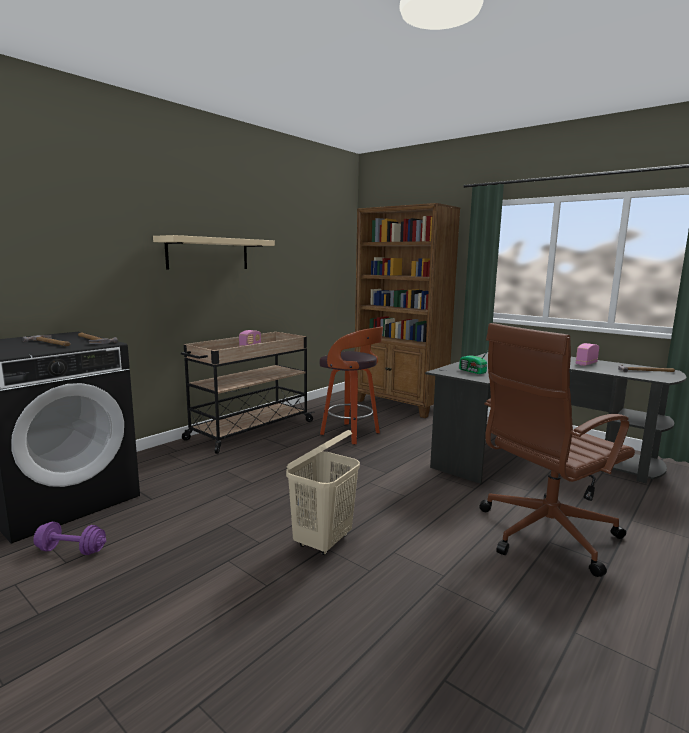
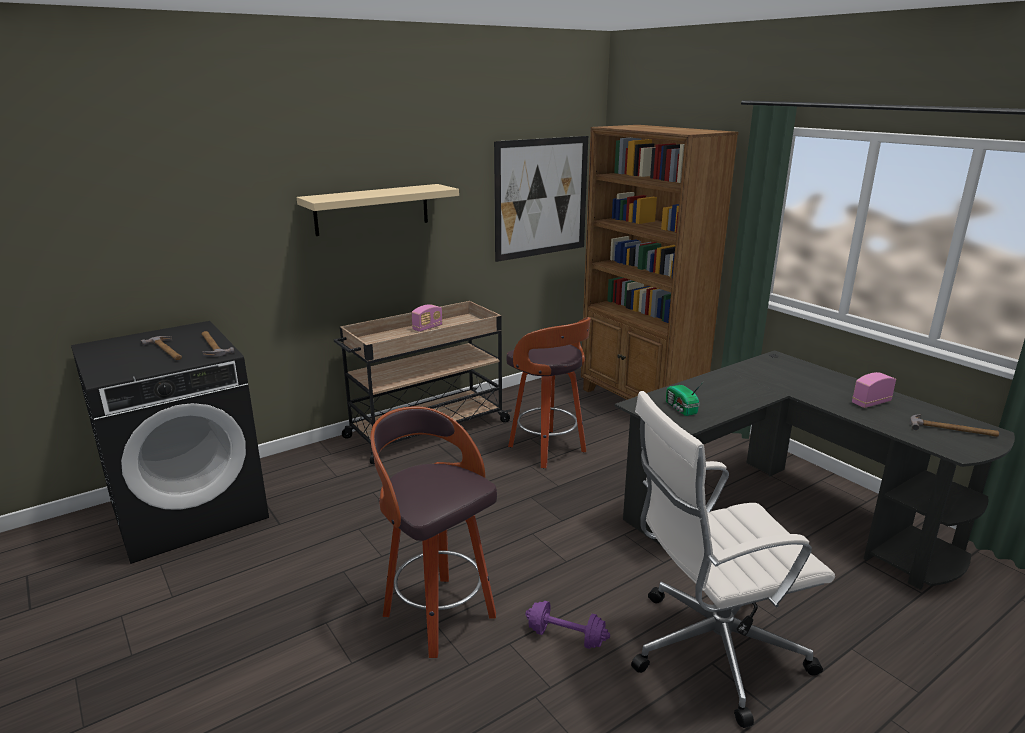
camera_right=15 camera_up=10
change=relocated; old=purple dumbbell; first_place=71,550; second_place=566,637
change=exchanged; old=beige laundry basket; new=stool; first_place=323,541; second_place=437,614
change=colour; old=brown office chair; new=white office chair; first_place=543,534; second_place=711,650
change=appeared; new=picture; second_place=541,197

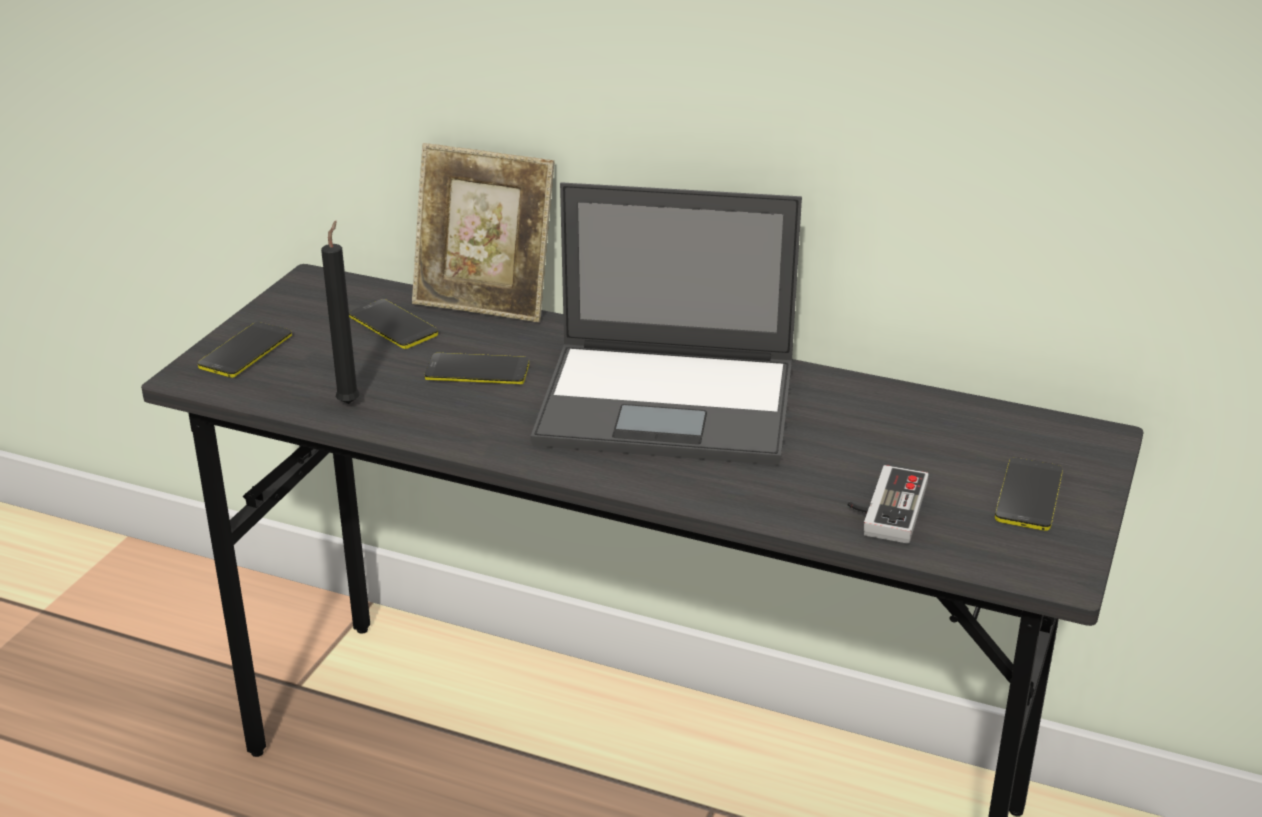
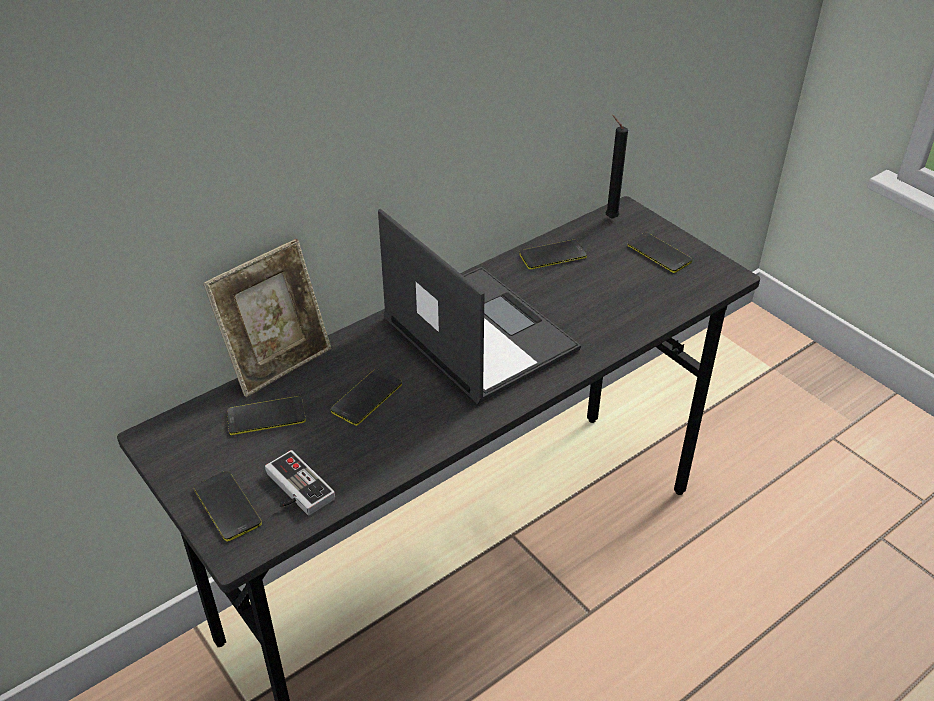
camera_right=-60 camera_up=10
change=relocated; old=black candle; first_place=350,401; second_place=609,217
change=spun; old=laptop; first_place=670,403; second_place=477,332; degrees=-75
change=relocated; old=game controller; first_place=884,508; second_place=293,490
change=appeared; new=phone; second_place=553,255

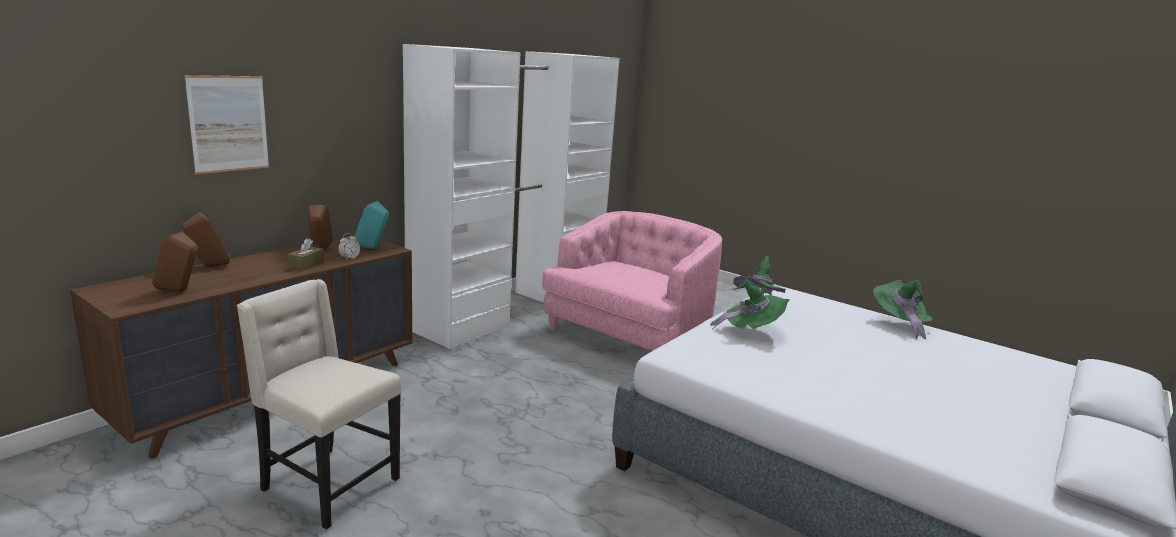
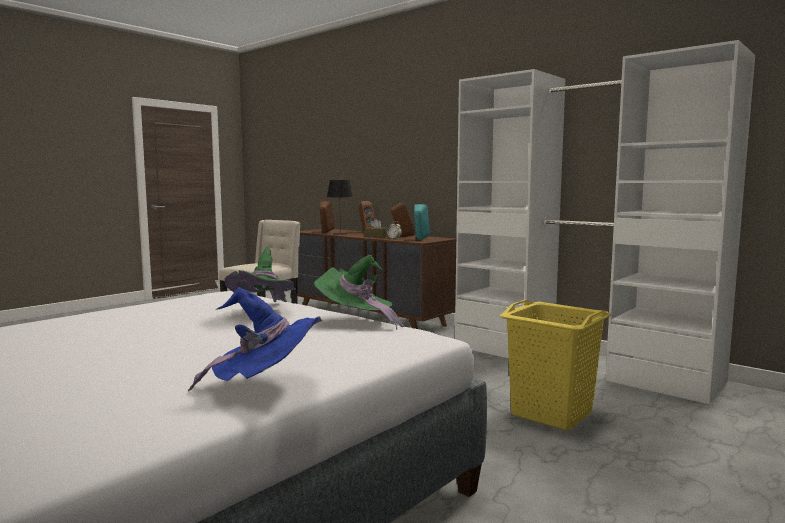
camera_right=95 camera_up=-10
change=missing; old=picture; first_place=228,124
change=exchanged; old=pink armchair; new=yellow laundry basket; first_place=628,334; second_place=551,414
change=colour; old=green hat; new=blue hat; first_place=899,323; second_place=266,386
change=appeared; new=black table lamp; second_place=340,234

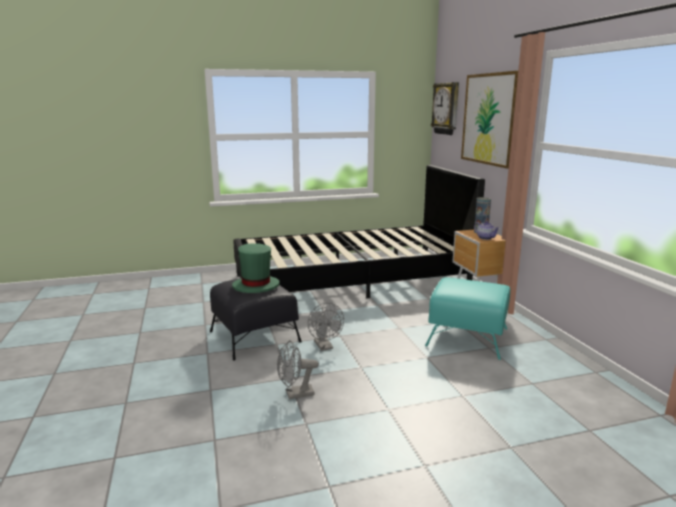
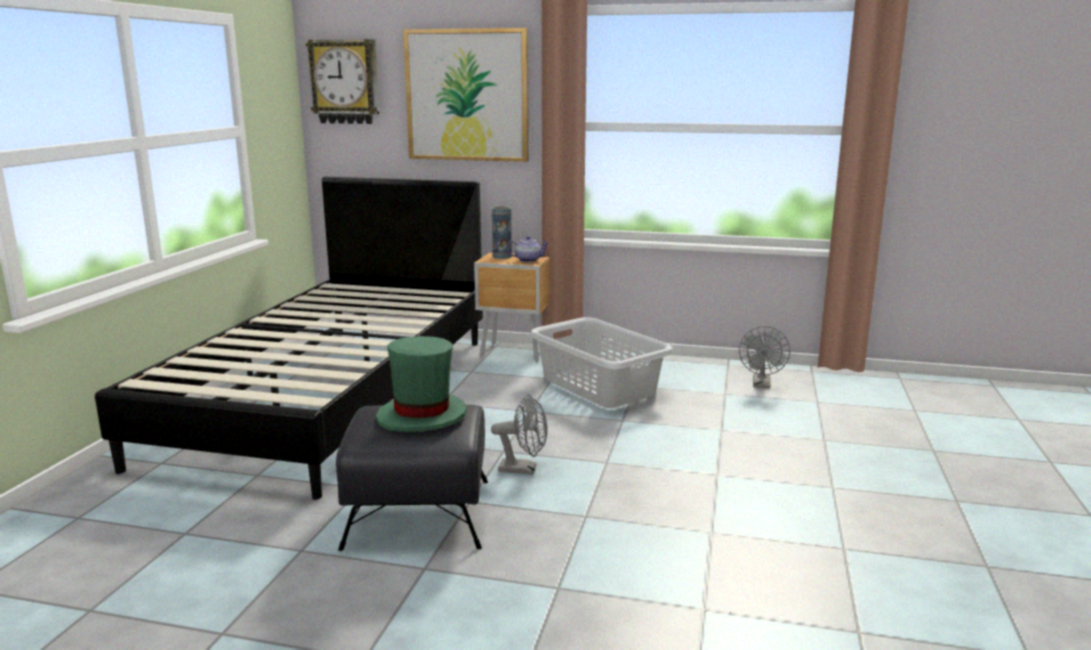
camera_right=-60 camera_up=0
change=relocated; old=grey fan; first_place=295,394; second_place=761,385
change=exchanged; old=turquoise ottoman; new=grey laundry basket; first_place=467,336; second_place=598,386

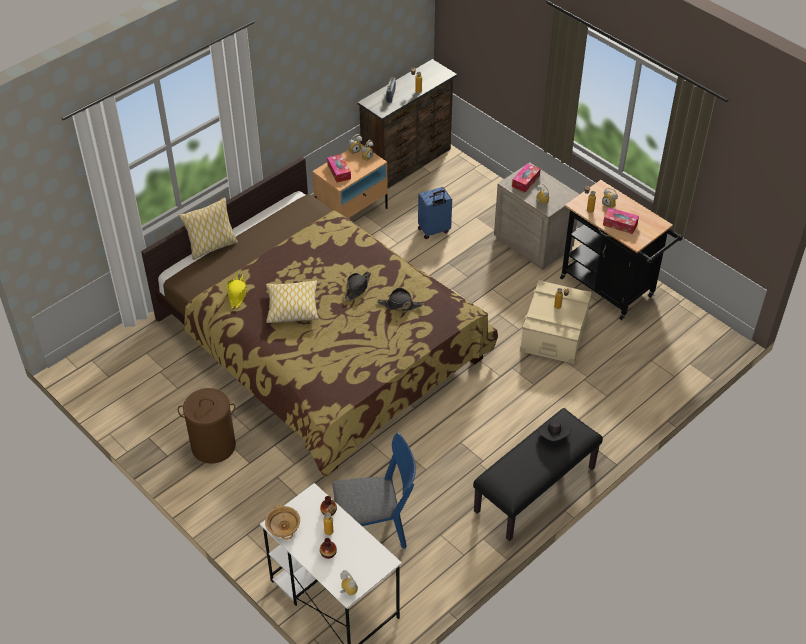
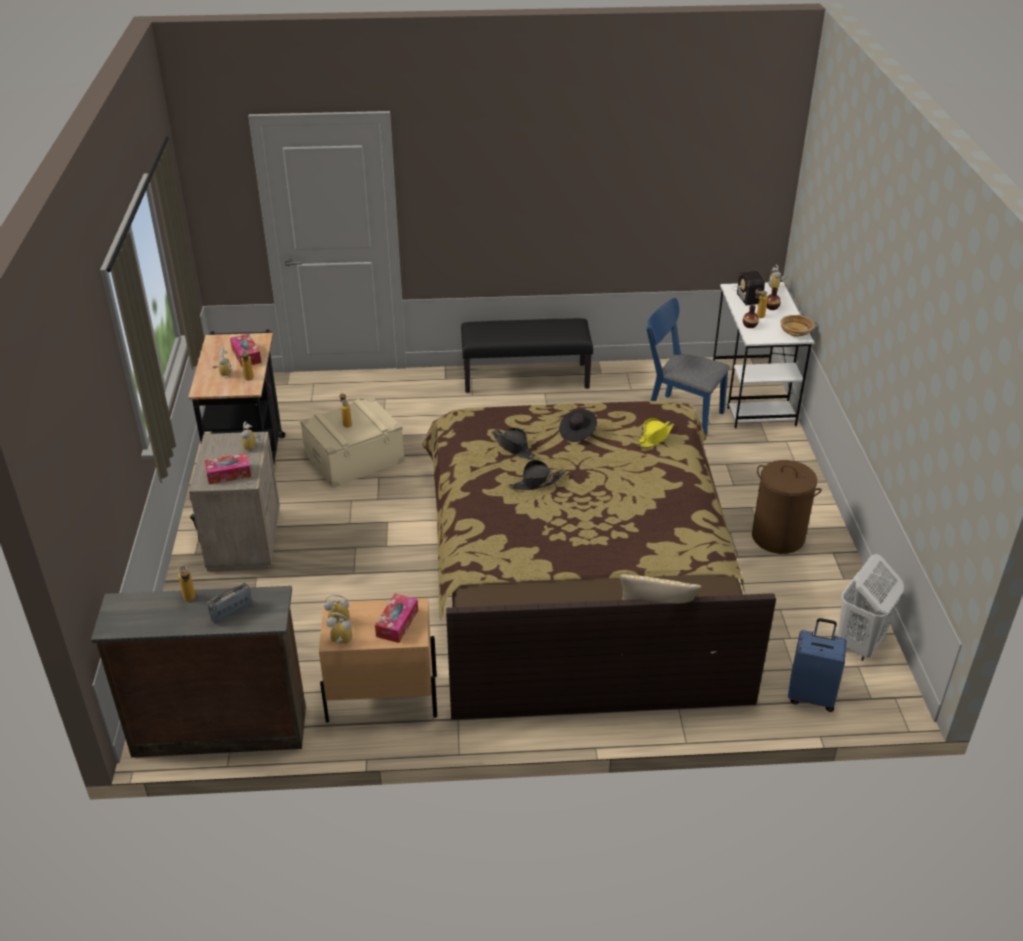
camera_right=-140 camera_up=-10
change=relocated; old=yellow hat; first_place=237,294; second_place=654,437
change=missing; old=pillow; first_place=292,307
change=relocated; old=blue suitcase; first_place=434,231; second_place=811,696
change=relocated; old=black hat; first_place=553,436; second_place=577,433
change=appeared; new=radio; second_place=747,294
change=appeared; new=white laundry basket; second_place=859,644

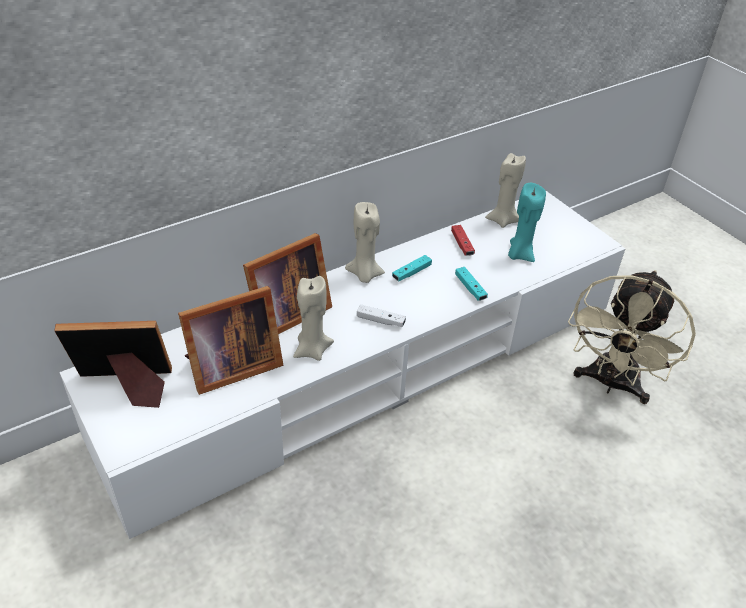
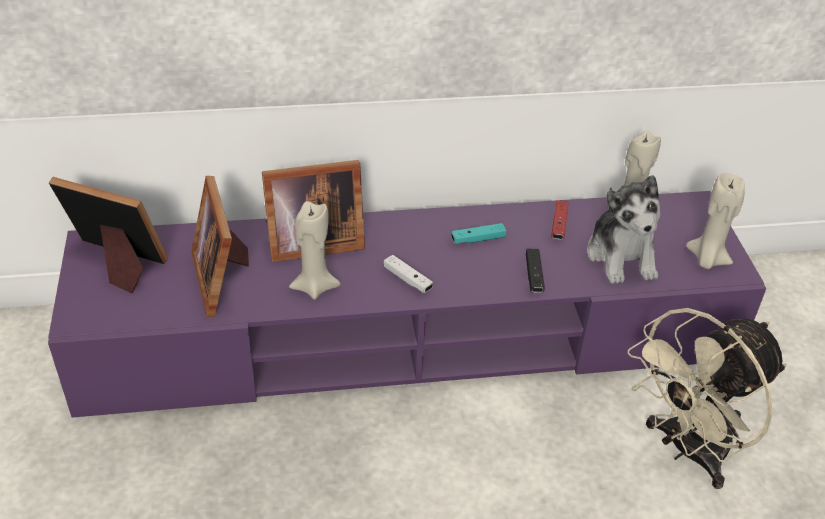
camera_right=25 camera_up=0
change=colour; old=white tv stand; new=purple tv stand; first_place=371,369; second_place=410,337
change=spun; old=picture frame; first_place=230,367; second_place=223,277; degrees=75
change=relocated; old=beige candle; first_place=364,275; second_place=707,259
change=colour; old=turquoise game controller; new=black game controller; first_place=470,288; second_place=534,276
change=exchanged; old=turquoise candle; new=plush toy; first_place=519,254; second_place=621,256

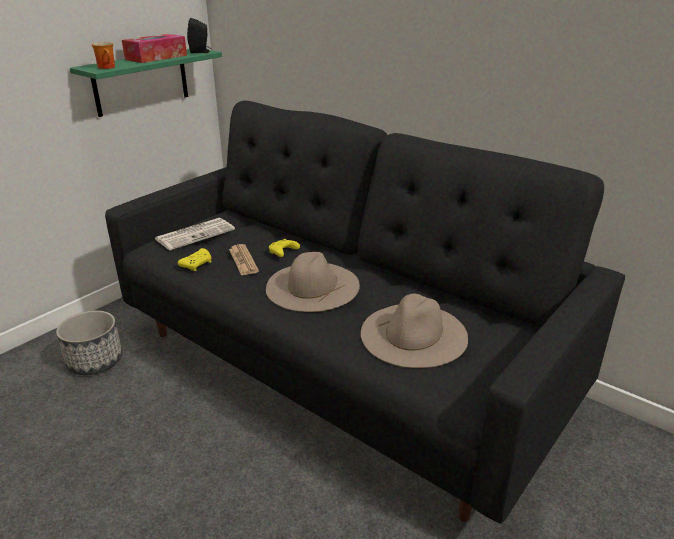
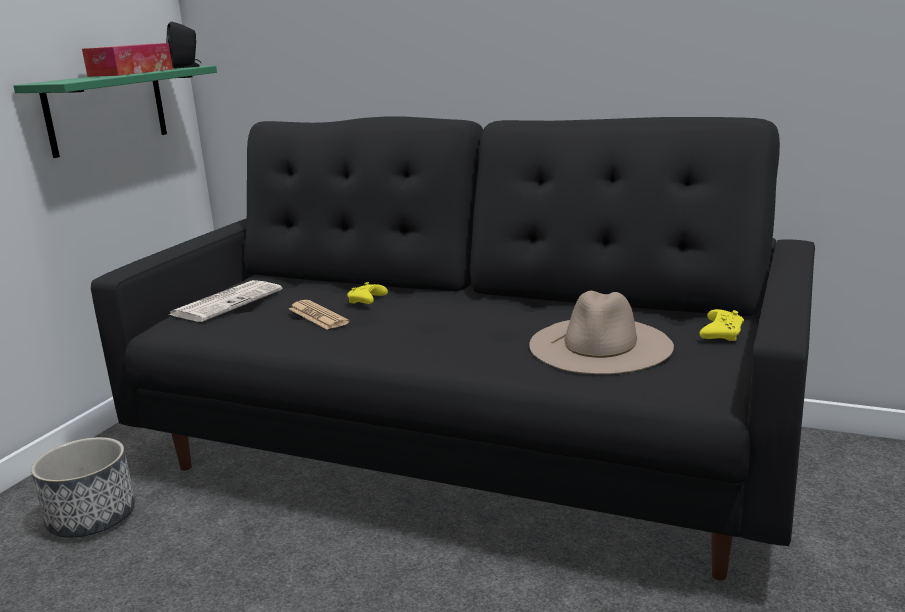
camera_right=-15 camera_up=-10
change=missing; old=mug; first_place=108,67
change=relocated; old=yellow game controller; first_place=197,264; second_place=721,333
change=missing; old=beige hat; first_place=312,286

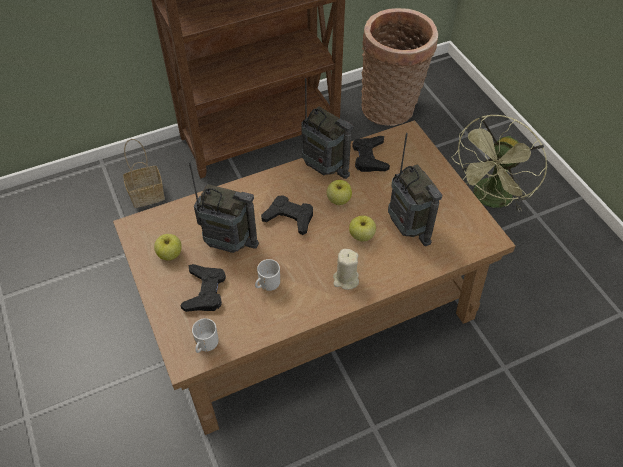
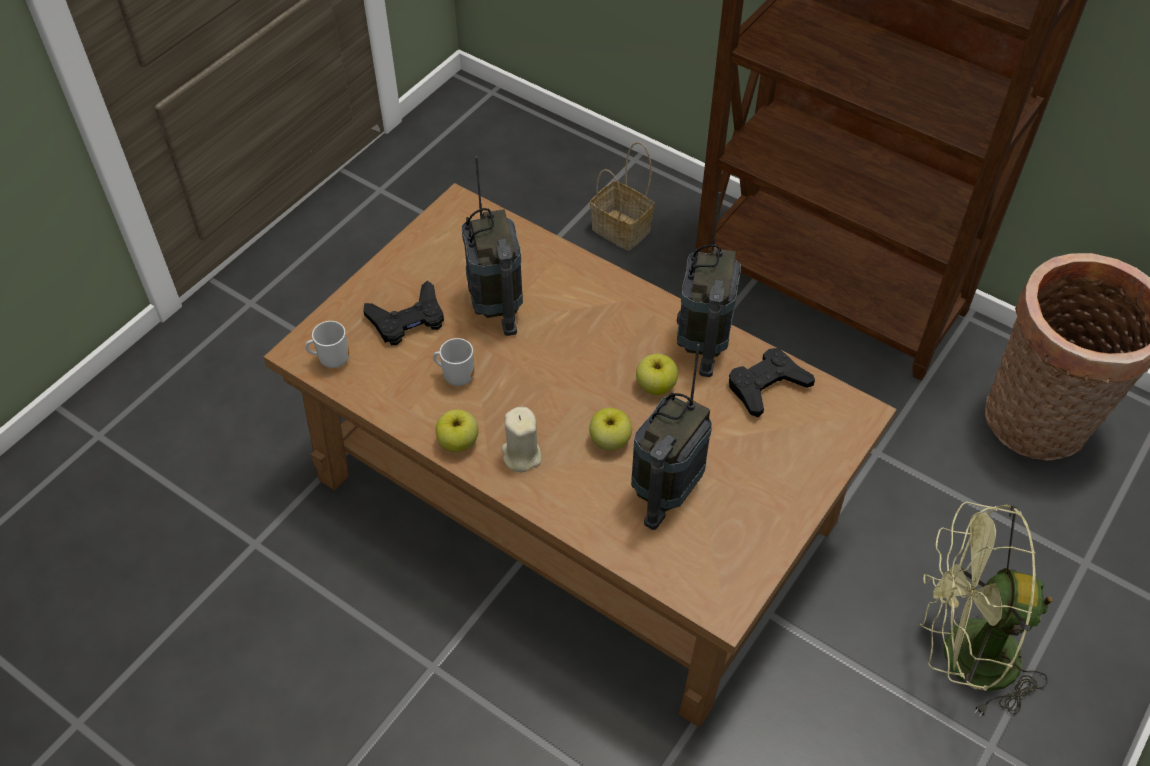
camera_right=60 camera_up=0
change=relocated; old=apple; first_place=170,254; second_place=458,442
change=missing; old=black game controller; first_place=289,218

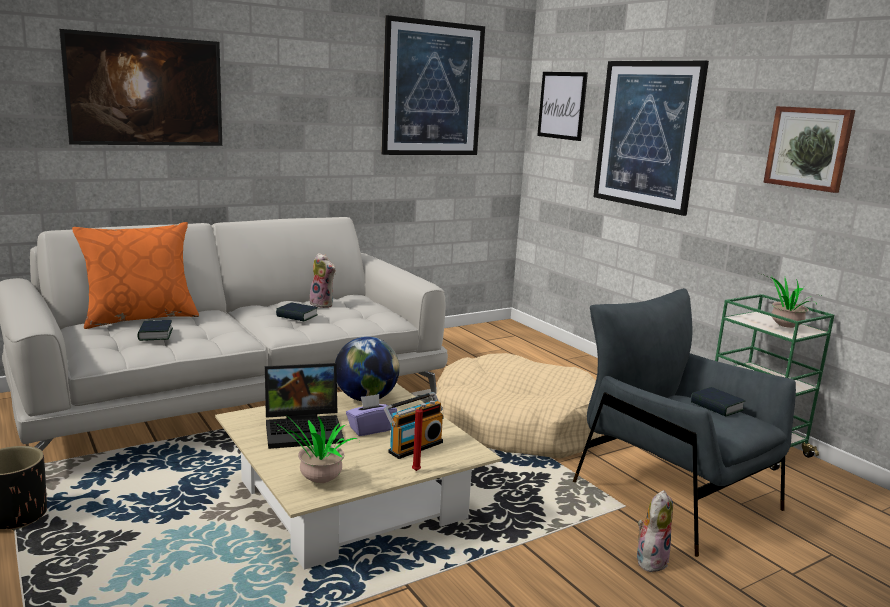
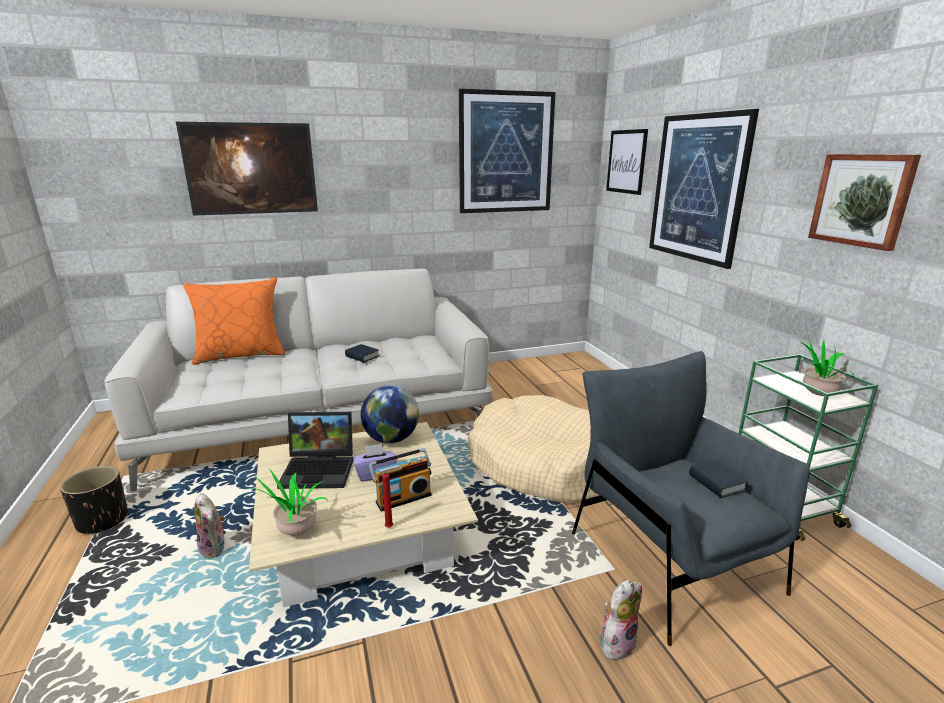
camera_right=15 camera_up=5
change=missing; old=book; first_place=155,334
change=relocated; old=plush toy; first_place=323,304; second_place=215,549

